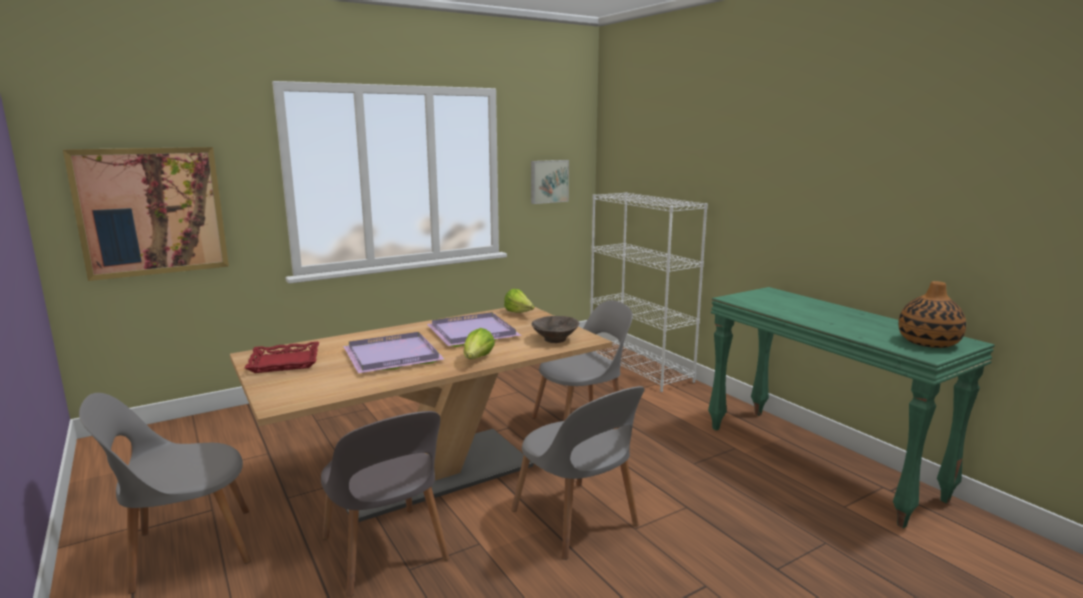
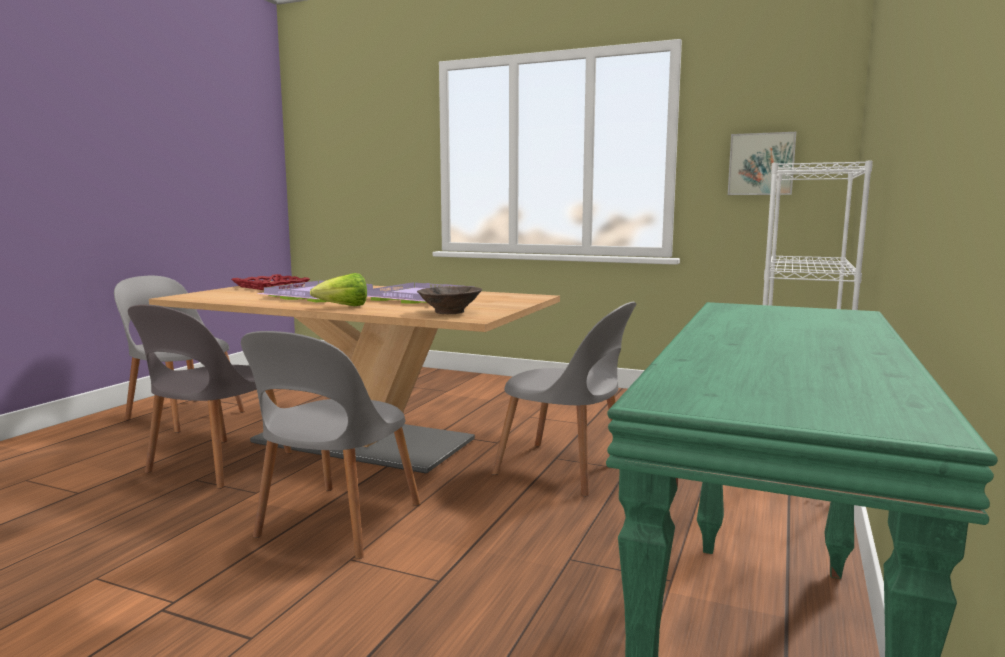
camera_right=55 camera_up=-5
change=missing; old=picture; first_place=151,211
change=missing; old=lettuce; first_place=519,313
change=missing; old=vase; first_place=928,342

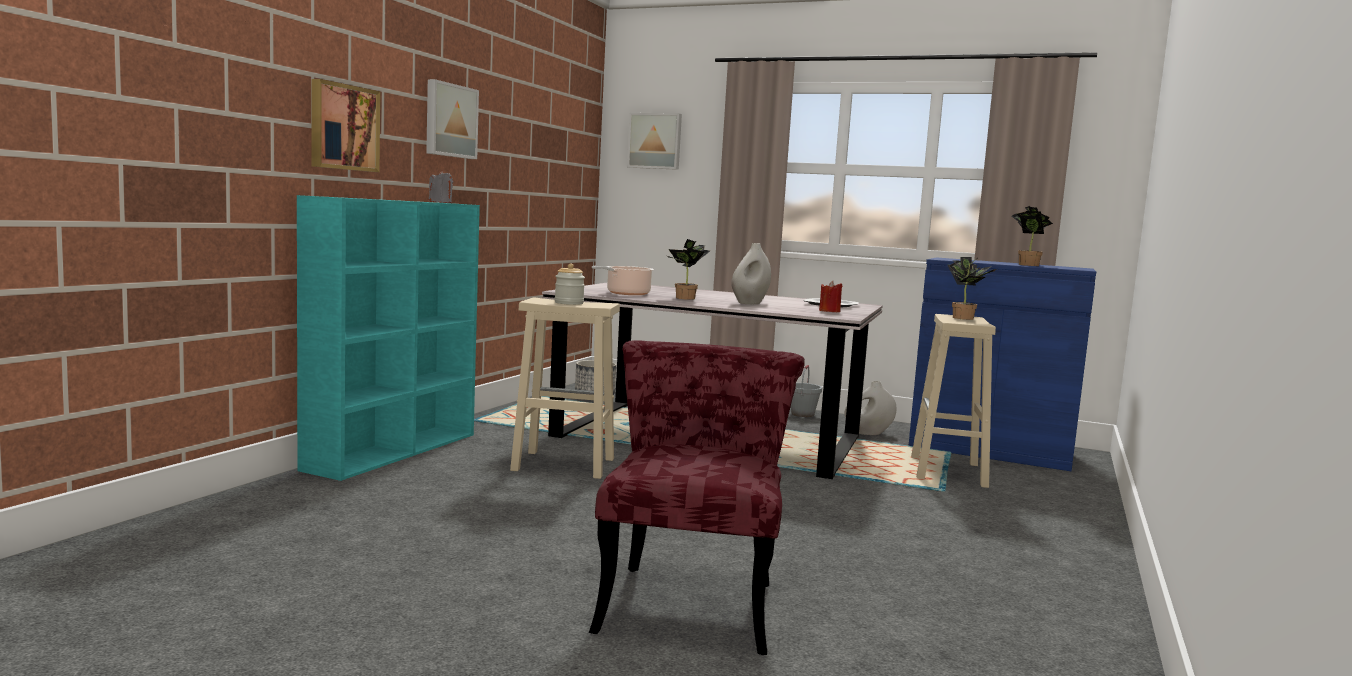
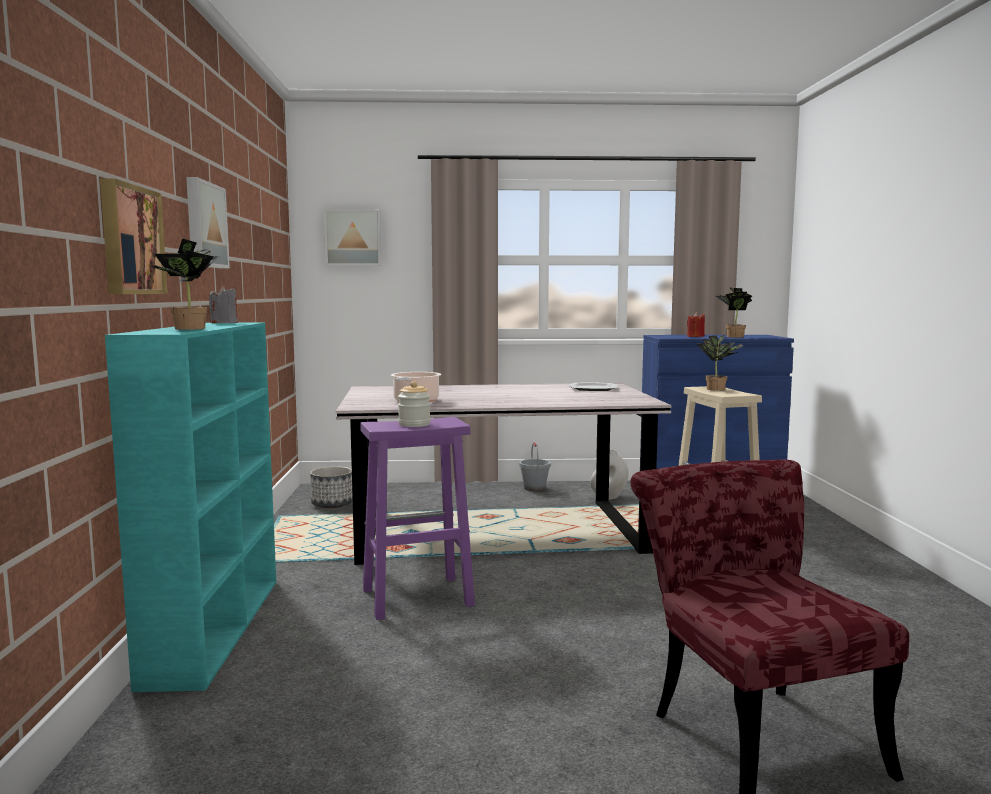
camera_right=-25 camera_up=0
change=colour; old=beige stool; new=purple stool; first_place=561,464; second_place=415,598
change=relocated; old=potted plant; first_place=685,298; second_place=190,329
change=missing; old=white vase; first_place=750,303
change=relocated; old=red candle; first_place=829,311; second_place=695,336

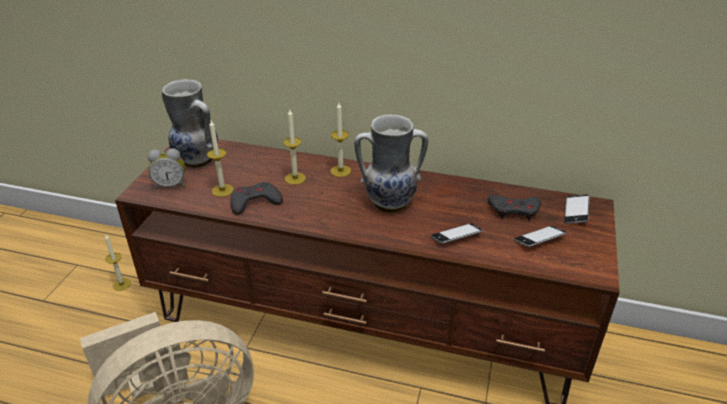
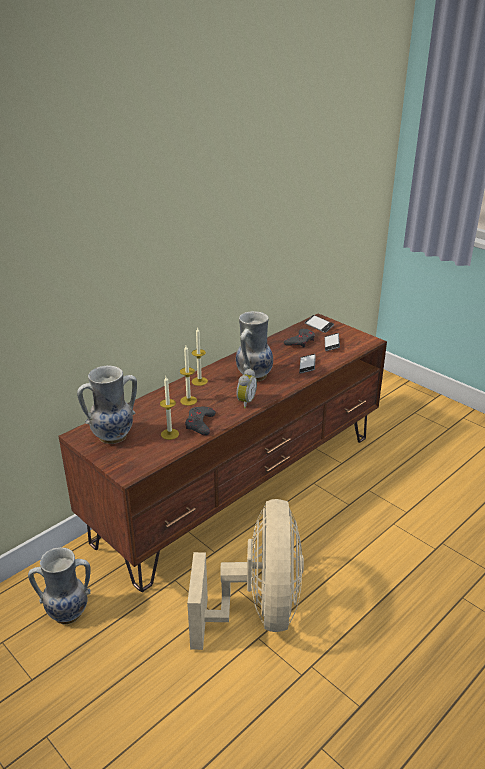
camera_right=-60 camera_up=-5
change=exchanged; old=candle; new=vase; first_place=121,284; second_place=68,612
change=relocated; old=alarm clock; first_place=171,185; second_place=245,402

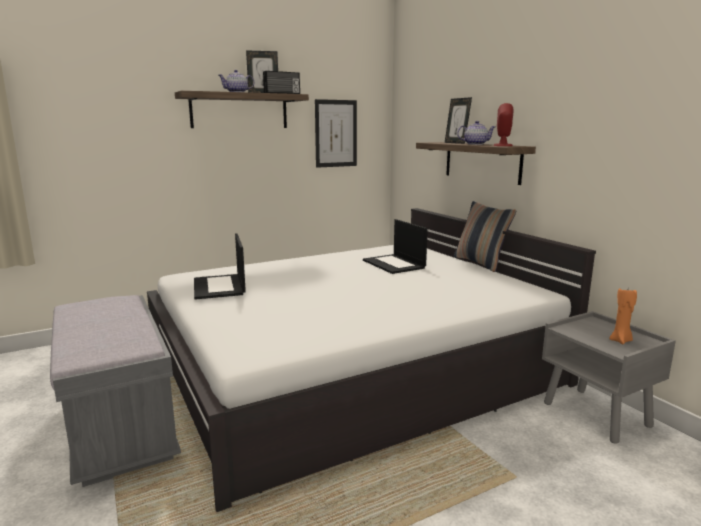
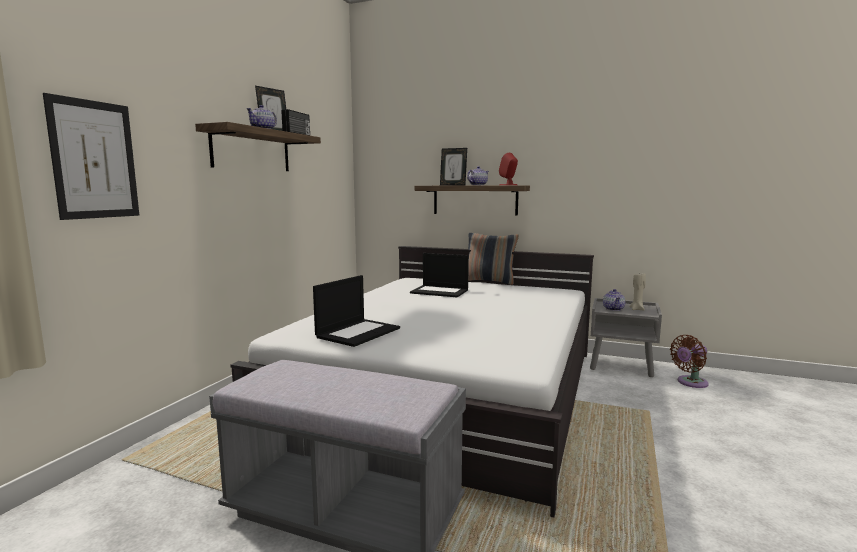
camera_right=-40 camera_up=-5
change=spun; old=laptop; first_place=219,287; second_place=358,332; degrees=-90
change=relocated; old=picture; first_place=336,133; second_place=94,160
change=colour; old=orange candle; new=beige candle; first_place=621,341; second_place=637,309
change=appeared; new=teapot; second_place=613,309
change=appeared; new=brown fan; second_place=690,383

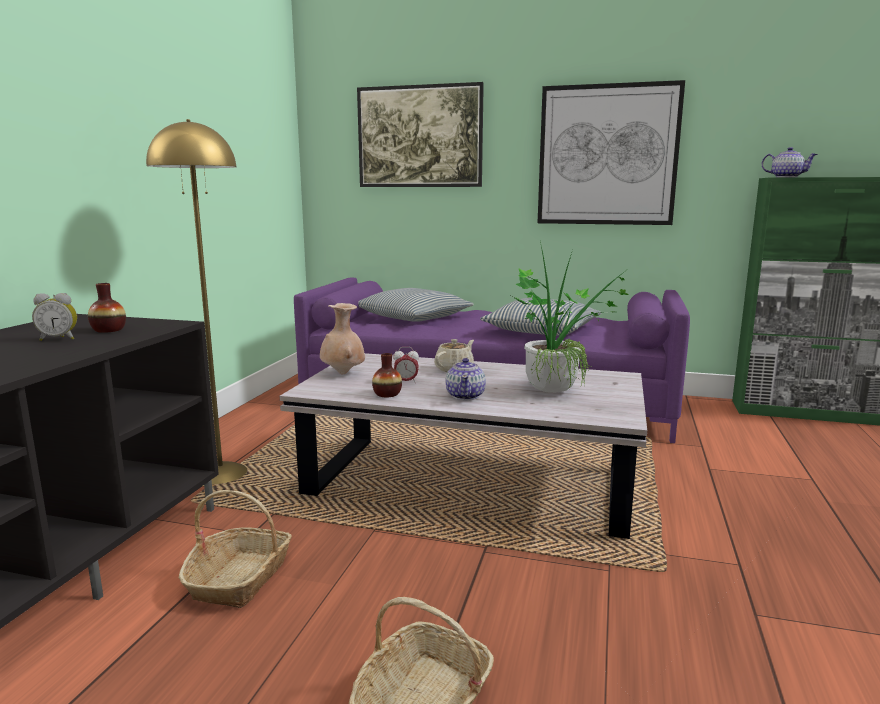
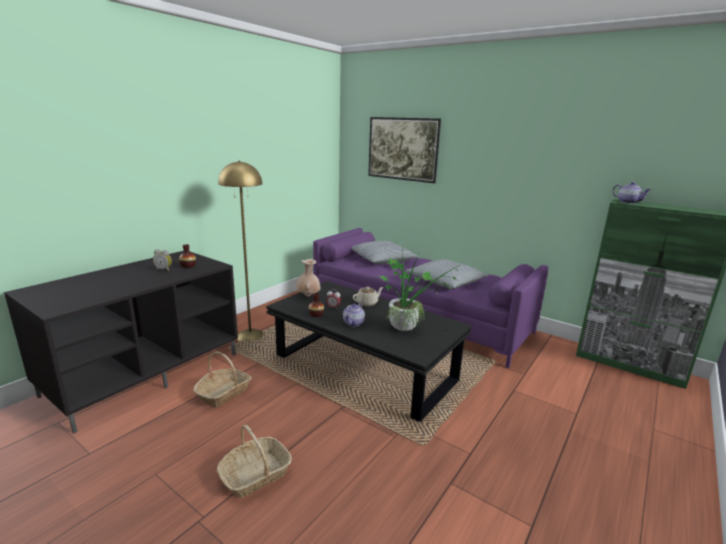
camera_right=20 camera_up=5
change=colour; old=white coffee table; new=black coffee table; first_place=470,484; second_place=364,368
change=missing; old=picture; first_place=607,155

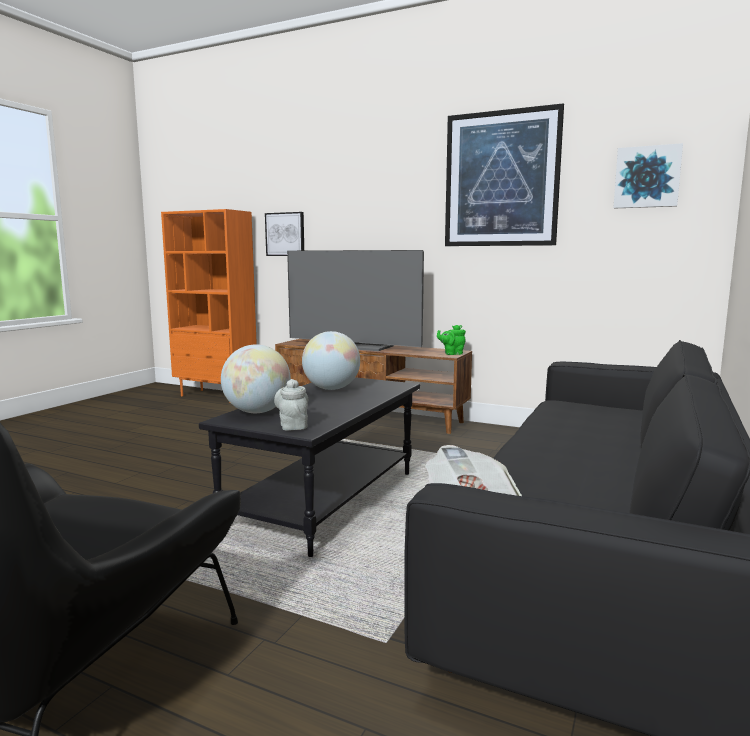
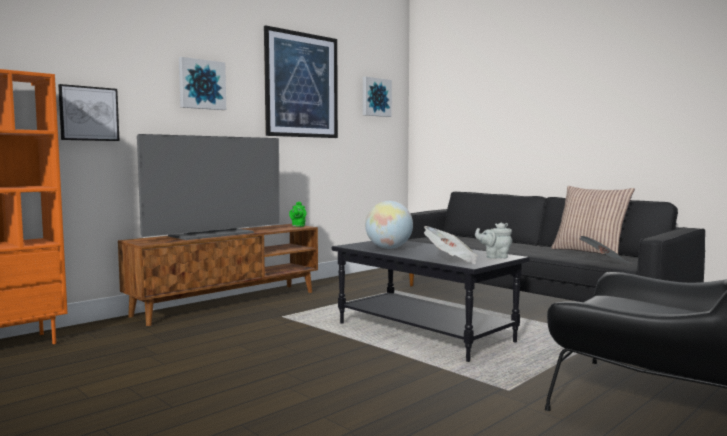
camera_right=-70 camera_up=-5
change=exchanged; old=globe; new=newspaper; first_place=257,412; second_place=451,260
change=appeared; new=picture; second_place=201,84
change=appeared; new=pillow; second_place=590,252

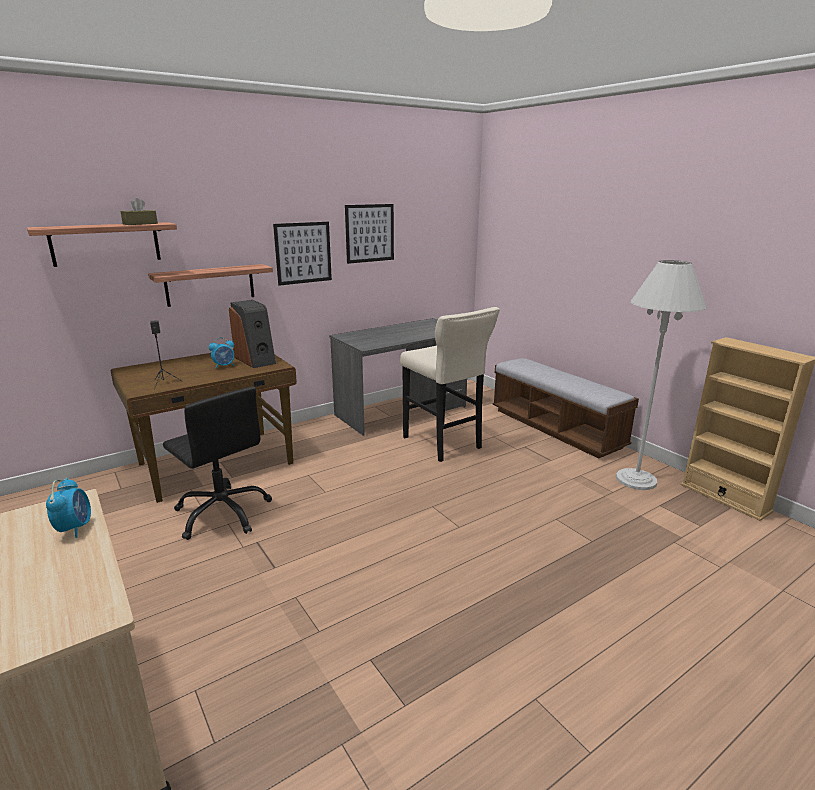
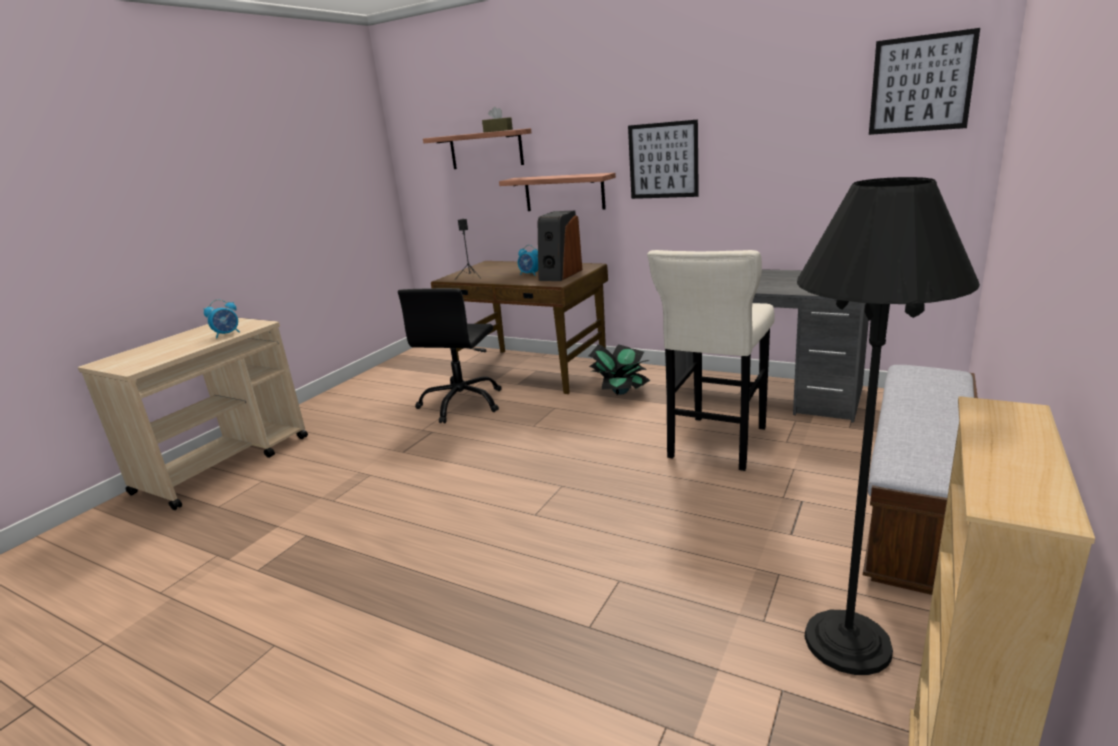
camera_right=65 camera_up=0
change=relocated; old=picture; first_place=370,233; second_place=921,84
change=colour; old=white floor lamp; new=black floor lamp; first_place=636,479; second_place=847,642
change=appeared; new=potted plant; second_place=621,391

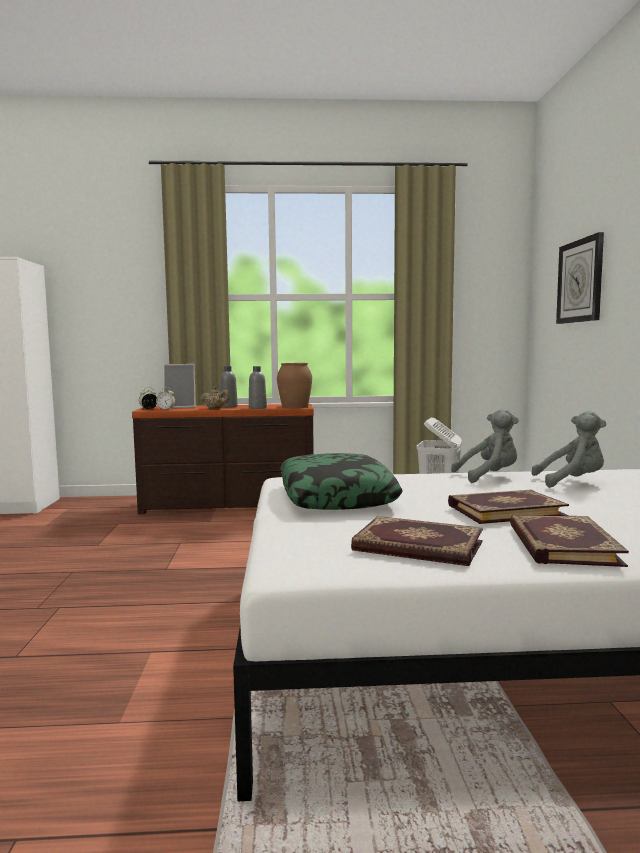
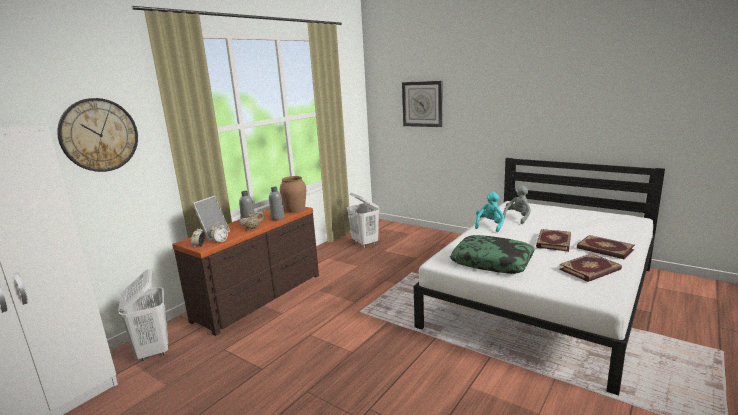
camera_right=-50 camera_up=10
change=colour; old=grey plush toy; new=turquoise plush toy; first_place=489,476; second_place=489,226
change=appeared; new=wall clock; second_place=99,135
change=appeared; new=white laundry basket; second_place=153,351

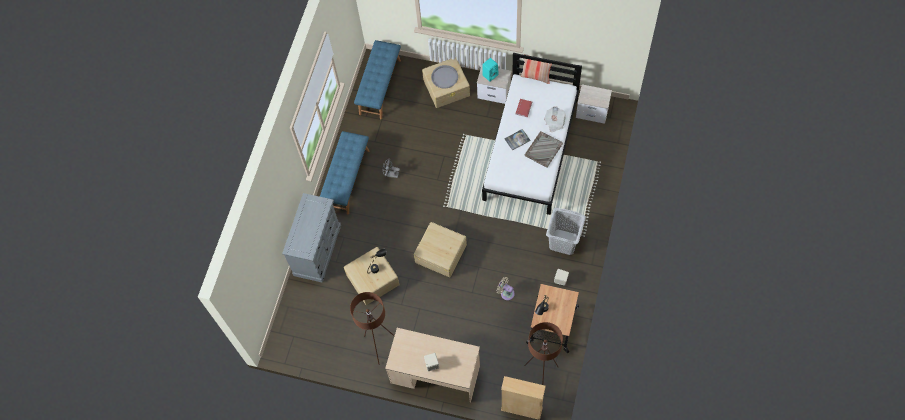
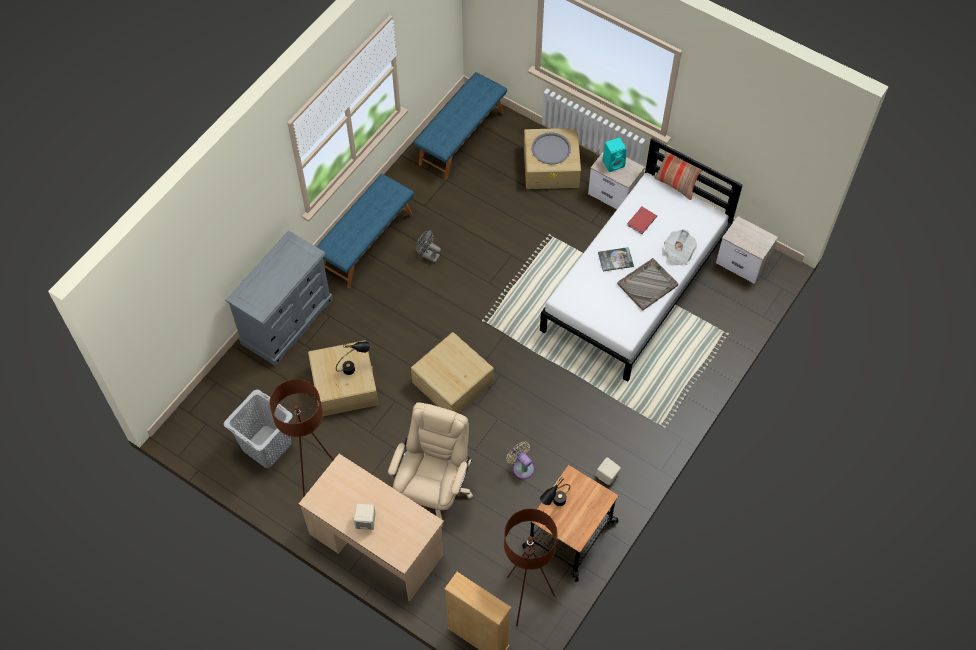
camera_right=15 camera_up=-5
change=relocated; old=grey laundry basket; first_place=564,241; second_place=267,446
change=appeared; new=beige office chair; second_place=433,490

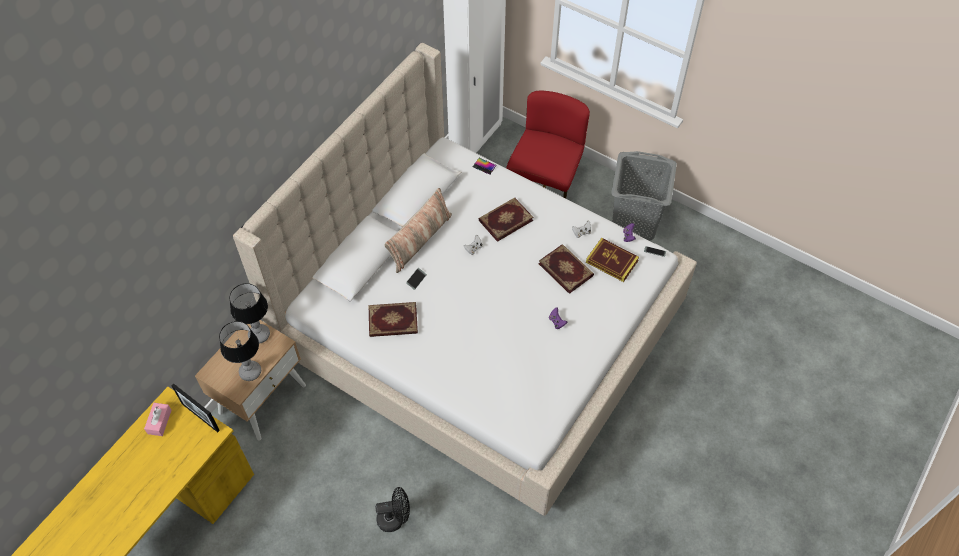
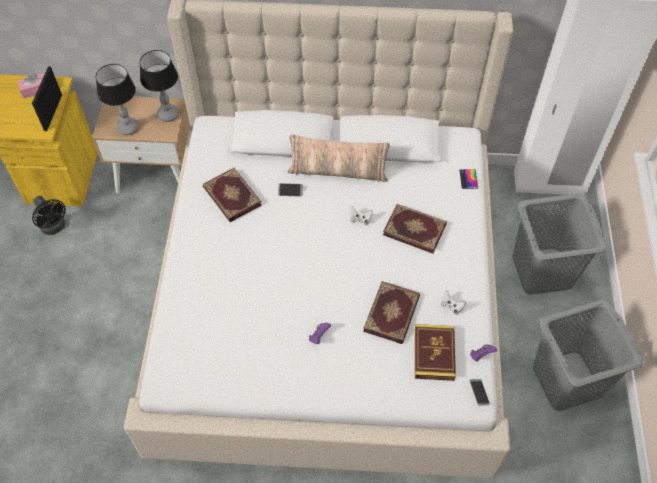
camera_right=60 camera_up=0
change=relocated; old=black fan; first_place=395,518; second_place=55,227
change=exchanged; old=red chair; new=grey laundry basket; first_place=545,185; second_place=542,272

